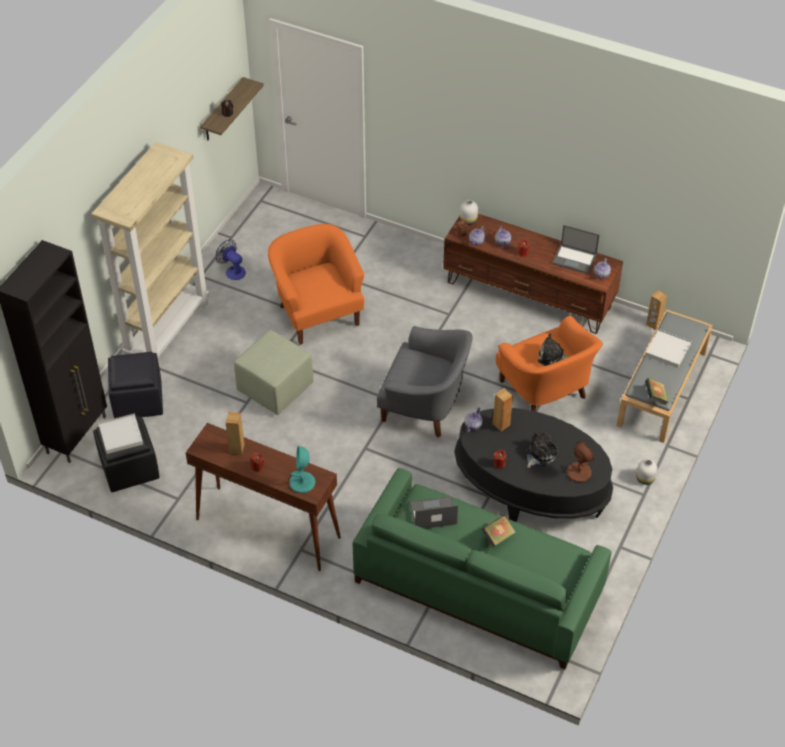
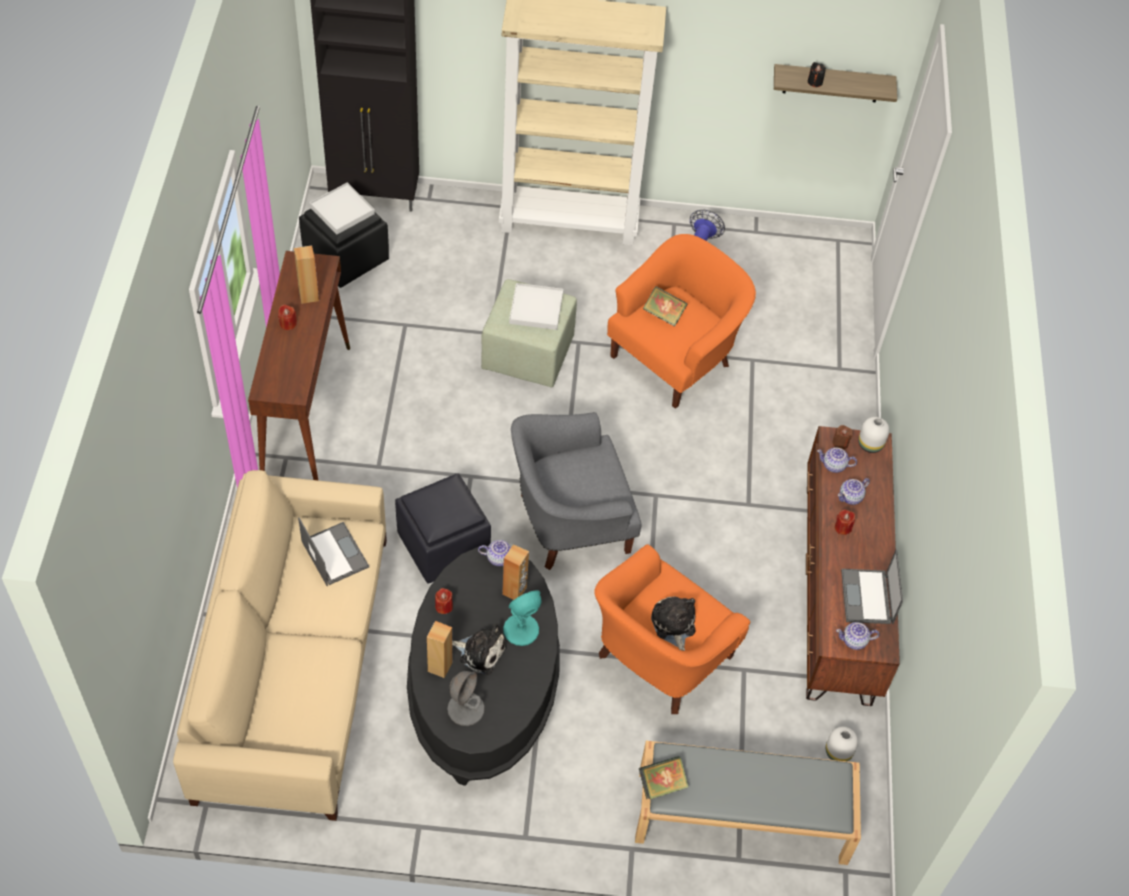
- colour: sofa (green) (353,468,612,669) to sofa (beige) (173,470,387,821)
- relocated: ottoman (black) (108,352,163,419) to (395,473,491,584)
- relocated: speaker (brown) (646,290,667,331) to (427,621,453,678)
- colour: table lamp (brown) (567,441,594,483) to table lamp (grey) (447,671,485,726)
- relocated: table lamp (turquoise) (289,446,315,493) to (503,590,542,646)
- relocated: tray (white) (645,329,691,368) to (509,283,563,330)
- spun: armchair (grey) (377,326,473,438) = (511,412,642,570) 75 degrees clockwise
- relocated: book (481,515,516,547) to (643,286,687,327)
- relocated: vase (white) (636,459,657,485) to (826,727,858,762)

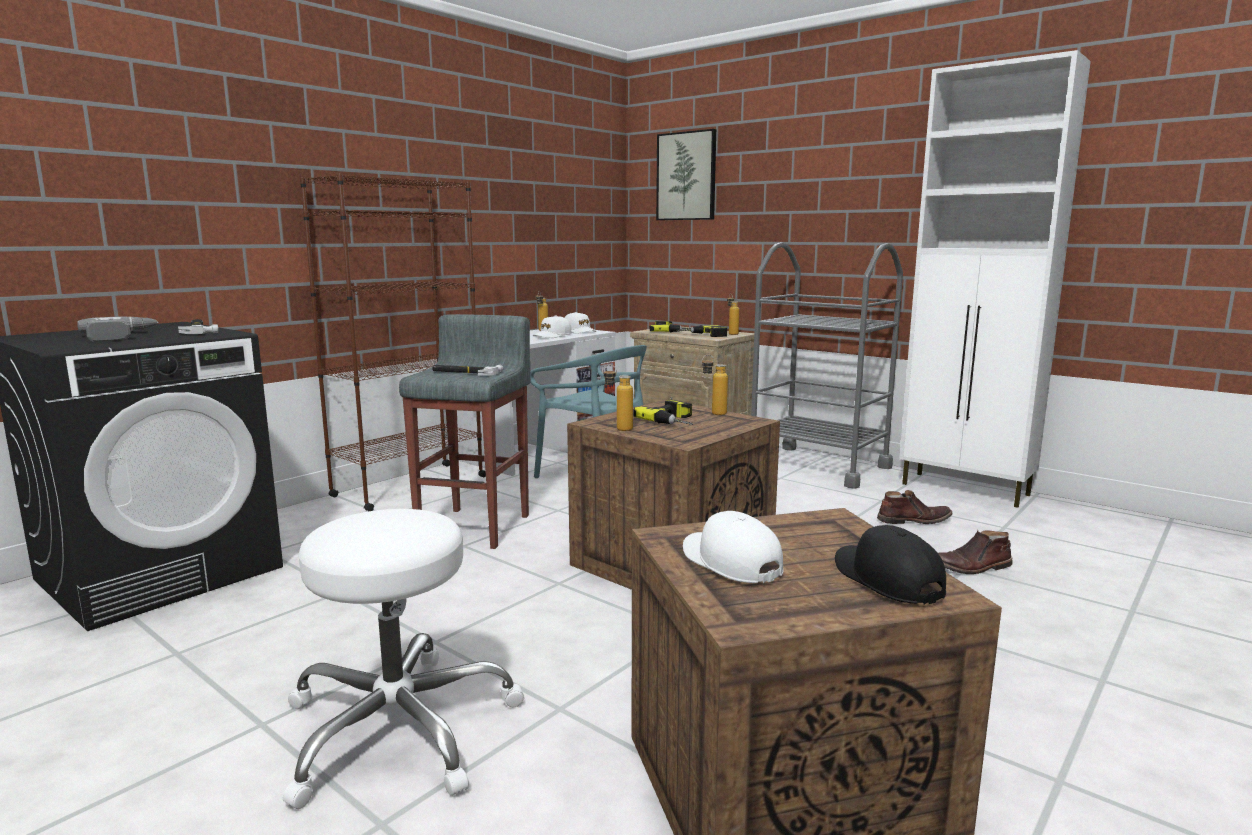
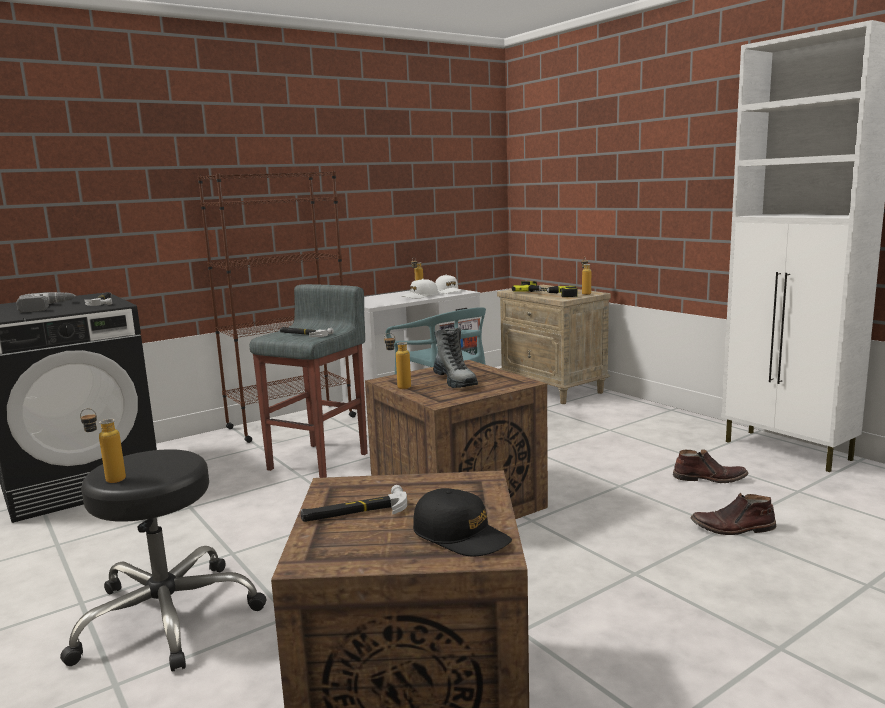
- colour: stool (white) (283,509,524,809) to stool (black) (60,449,267,672)
- relocated: bottle (702,355,728,415) to (80,408,126,483)
- exchanged: cap (white) (683,511,784,584) to hammer (301,485,407,522)
- spun: cap (black) (835,525,946,605) = (413,488,512,557) 135 degrees clockwise
- exchanged: power drill (633,400,693,425) to boot (433,327,478,388)
- missing: picture (656,129,716,220)
- missing: cart (grey) (751,242,903,489)

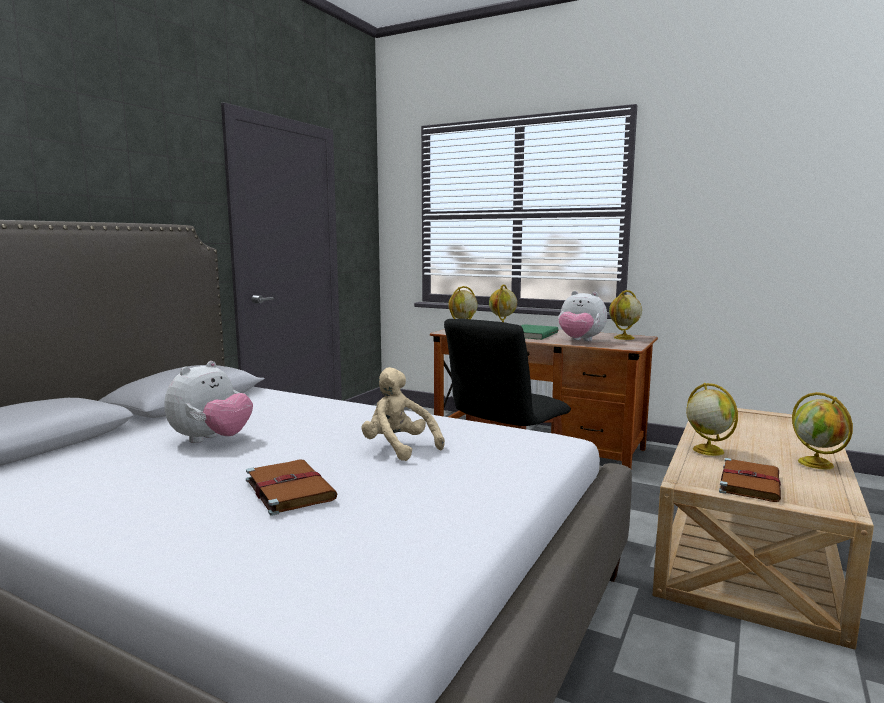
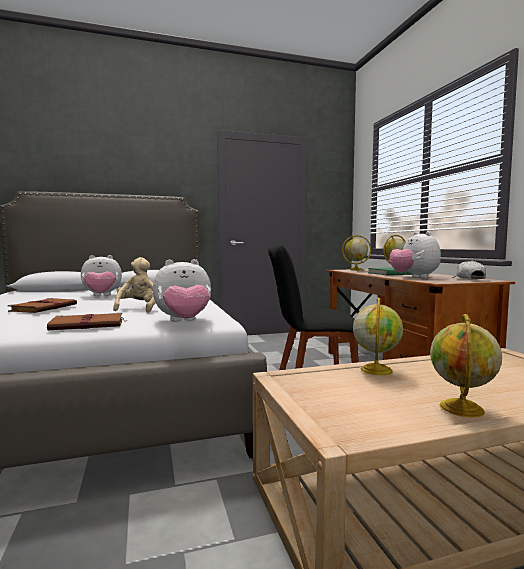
- relocated: book (brown) (719,458,781,502) to (47,312,125,330)
- appeared: plush toy (153,259,211,321)
- exchanged: globe (609,290,642,340) to cap (white) (452,260,486,279)

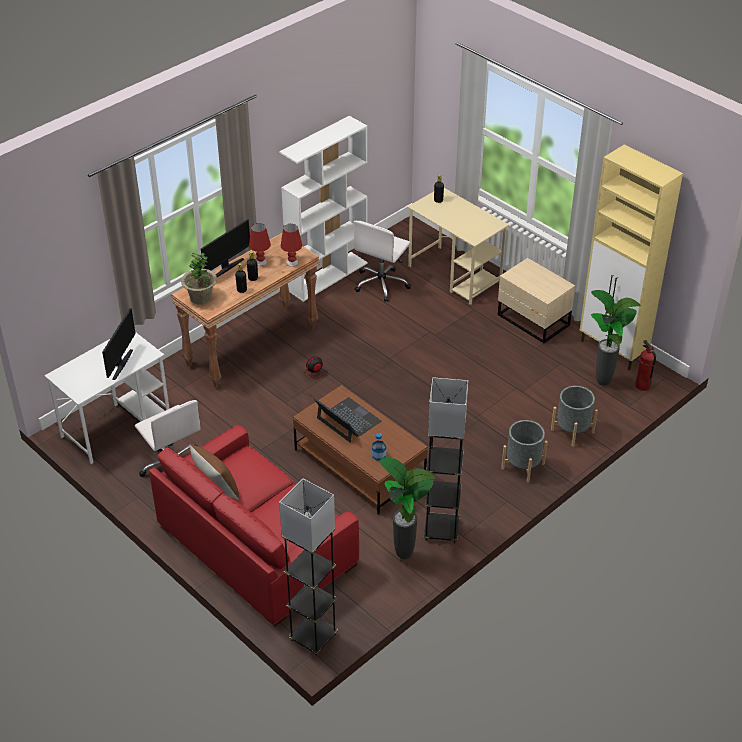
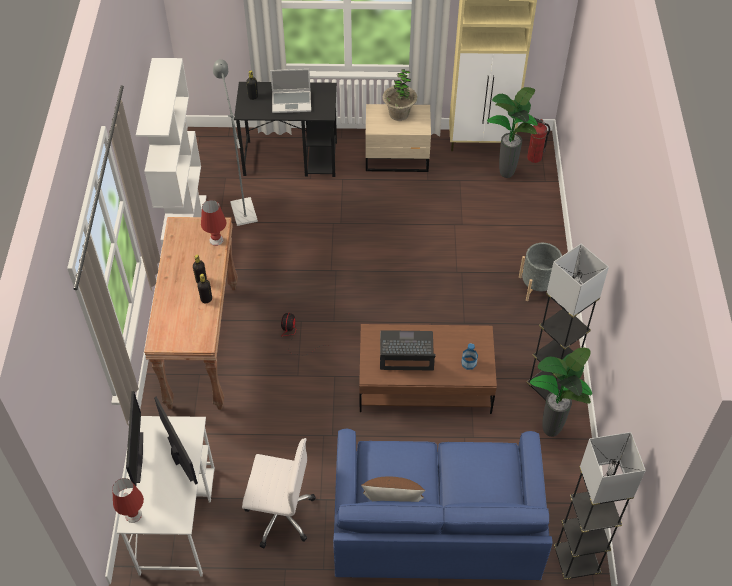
- relocated: table lamp (red) (249,223,271,266) to (112,478,144,523)
- relocated: monitor (201,219,250,277) to (126,391,143,486)
- exchanged: office chair (white) (354,221,411,302) to floor lamp (grey) (213,59,258,226)
- colour: desk (beige) (407,188,509,305) to desk (black) (234,82,337,177)
- appeared: laptop (270,69,311,113)
- colour: sofa (red) (149,425,359,627) to sofa (blue) (333,429,553,580)
- relocated: potted plant (181,253,217,305) to (383,69,417,121)
- missing: planter (grey) (551,386,598,447)

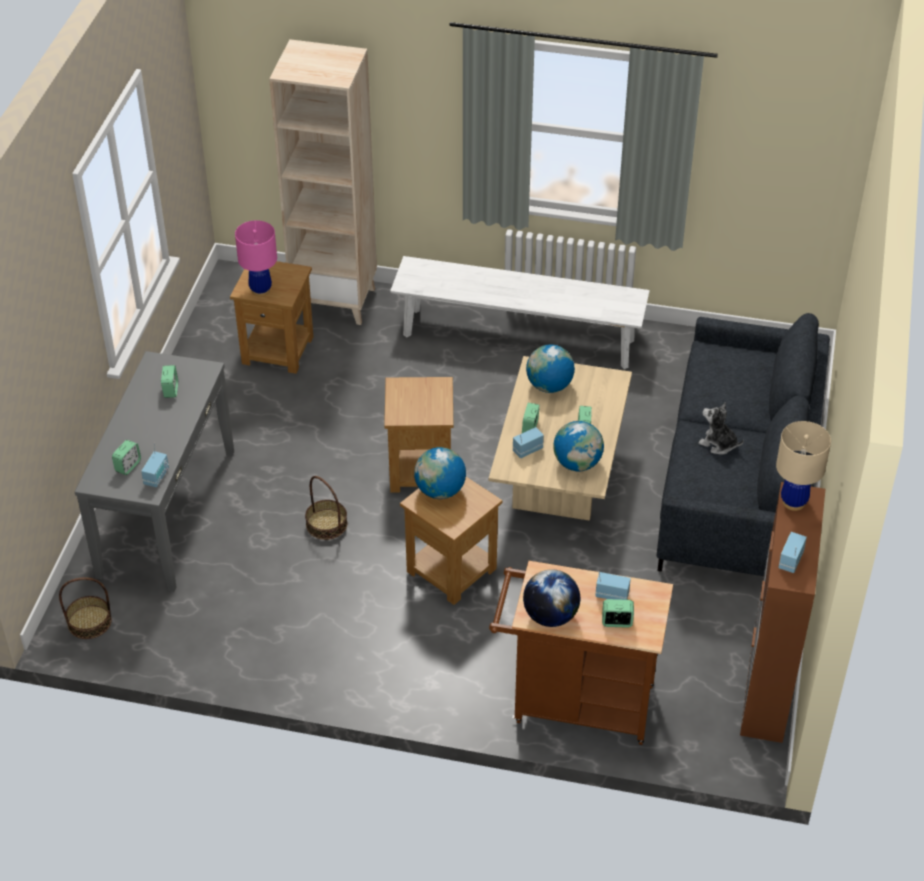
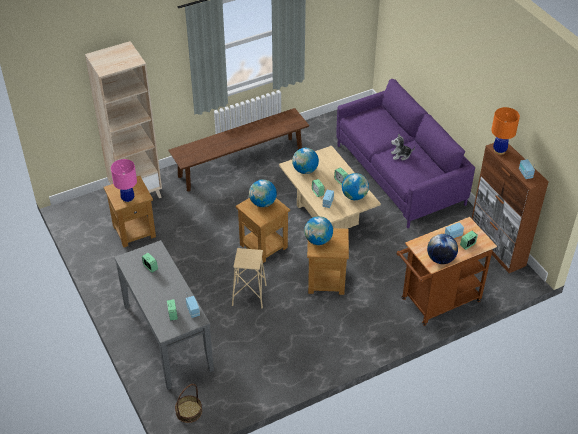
- colour: bench (white) (390,256,650,369) to bench (brown) (168,108,309,192)
- exchanged: basket (305,476,347,540) to stool (beige) (232,248,267,309)
- appeared: globe (249,180,277,207)
- colour: sofa (grey) (657,313,830,576) to sofa (purple) (336,79,475,228)
- colour: table lamp (beige) (776,421,831,511) to table lamp (orange) (491,107,520,155)

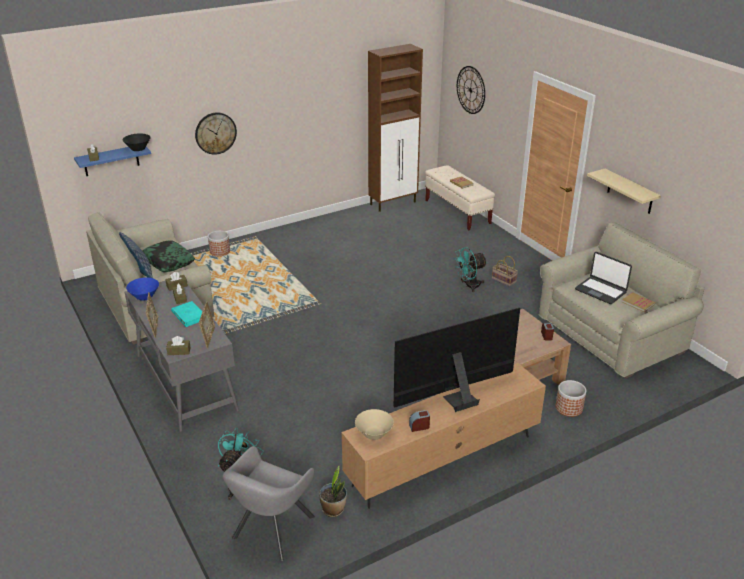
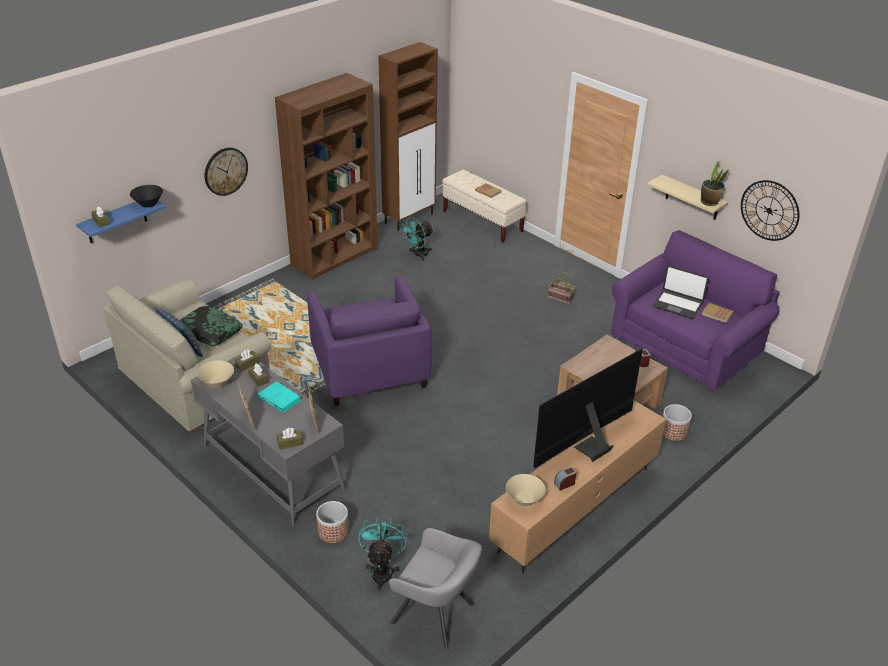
- colour: bowl (blue) (126,278,159,301) to bowl (beige) (197,360,234,388)
- appeared: bookcase (brown) (275,73,378,279)
- appeared: armchair (purple) (307,276,432,406)
- relocated: planter (208,231,230,256) to (316,501,349,543)
- spun: armchair (grey) (223,446,315,561) = (389,528,482,650) 75 degrees counterclockwise
- relocated: fan (turquoise) (454,247,487,292) to (400,217,434,261)
- colour: sofa (beige) (539,223,705,379) to sofa (purple) (611,230,780,391)
- relocated: potted plant (319,466,347,517) to (700,161,729,206)
- relocated: wall clock (457,66,485,114) to (741,180,800,241)

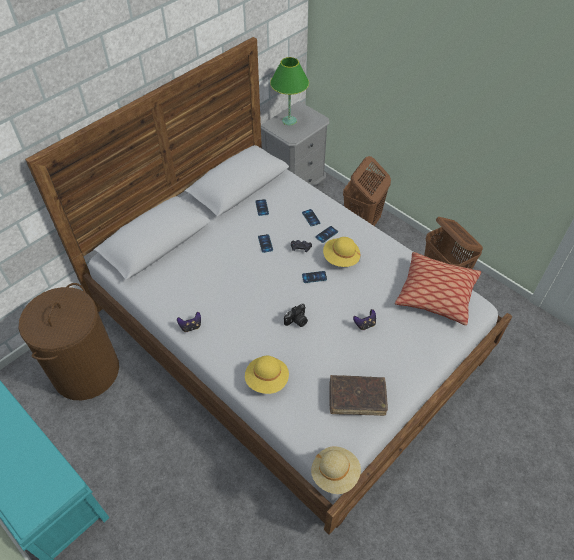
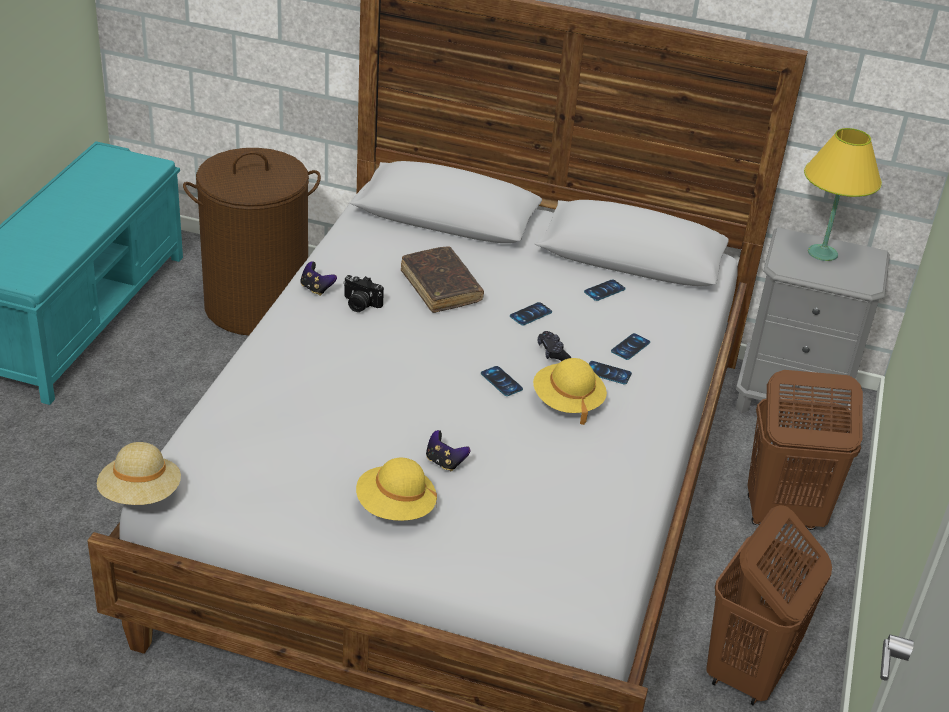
- relocated: photo camera (284,304,308,327) to (343,275,384,312)
- relocated: hat (yellow) (245,356,289,394) to (356,458,437,521)
- relocated: book (brown) (329,375,388,416) to (401,246,484,313)
- colour: table lamp (green) (270,57,309,125) to table lamp (yellow) (804,128,882,261)
- missing: pillow (395,252,481,325)

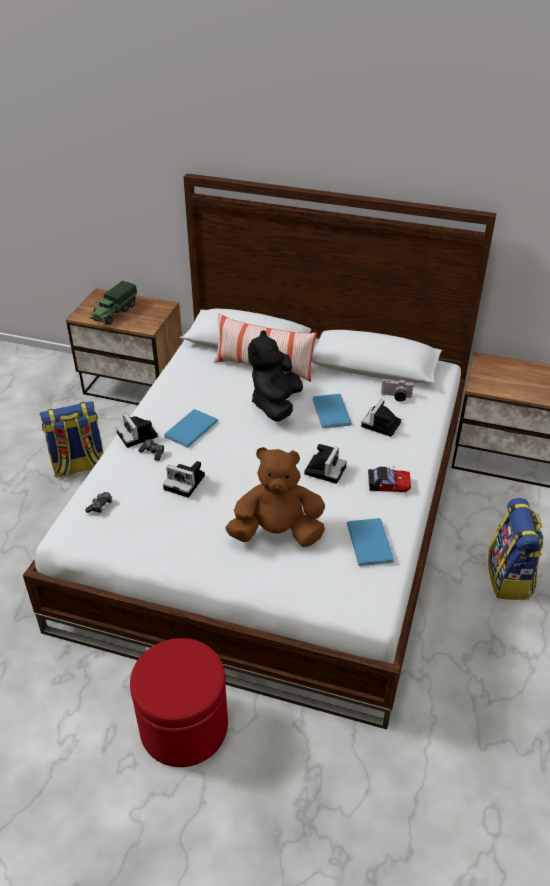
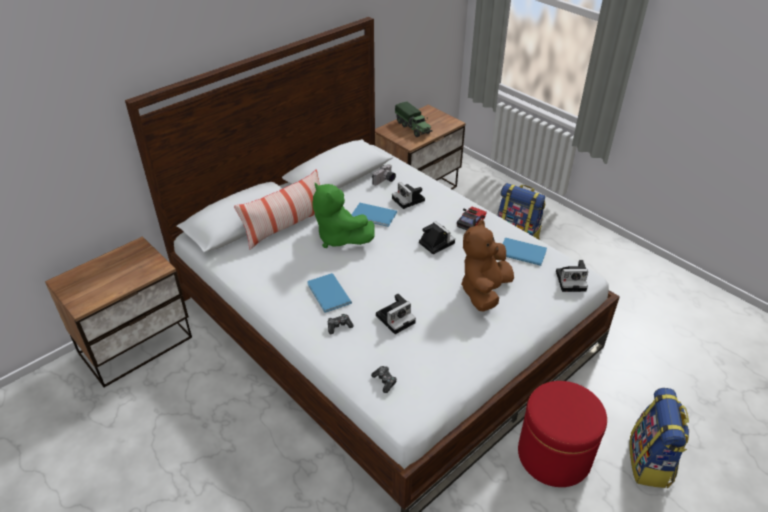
- colour: plush toy (black) (248,330,303,421) to plush toy (green) (312,183,374,248)
- relocated: toy truck (90,281,137,325) to (395,102,432,137)
- relocated: photo camera (116,413,158,448) to (556,260,588,292)
- relocated: backpack (39,401,103,478) to (629,388,689,488)

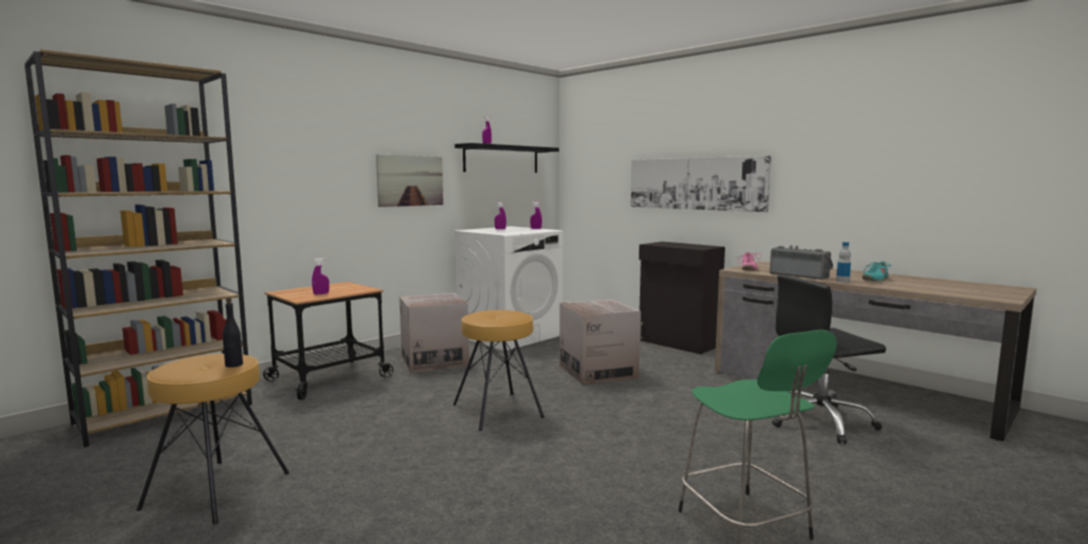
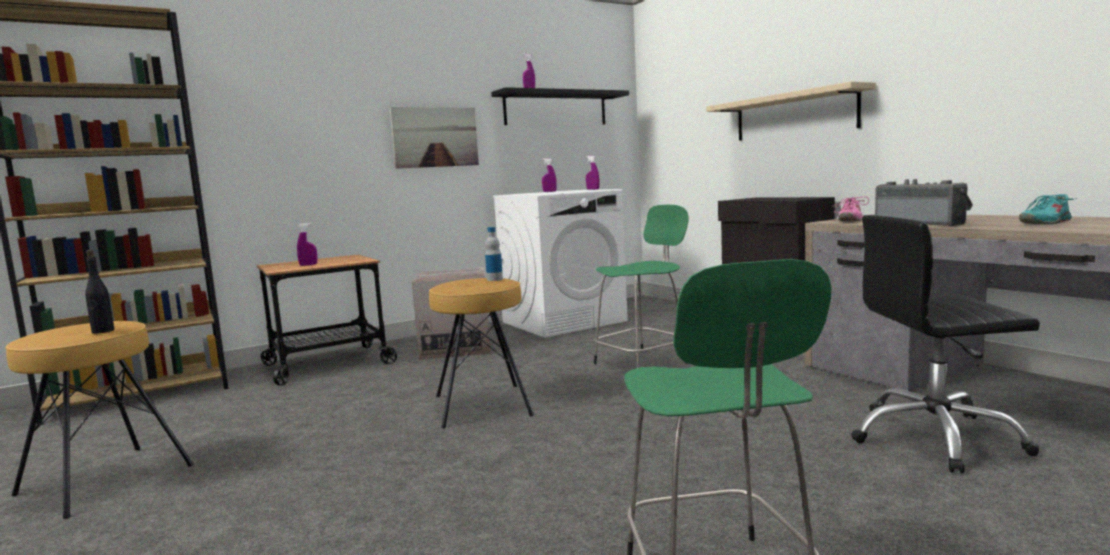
- relocated: bottle (836,242,851,283) to (485,227,503,281)
- exchanged: cardboard box (559,299,641,385) to stool (green) (594,205,689,368)
- exchanged: picture (631,156,771,212) to shelf (beige) (706,81,876,141)

